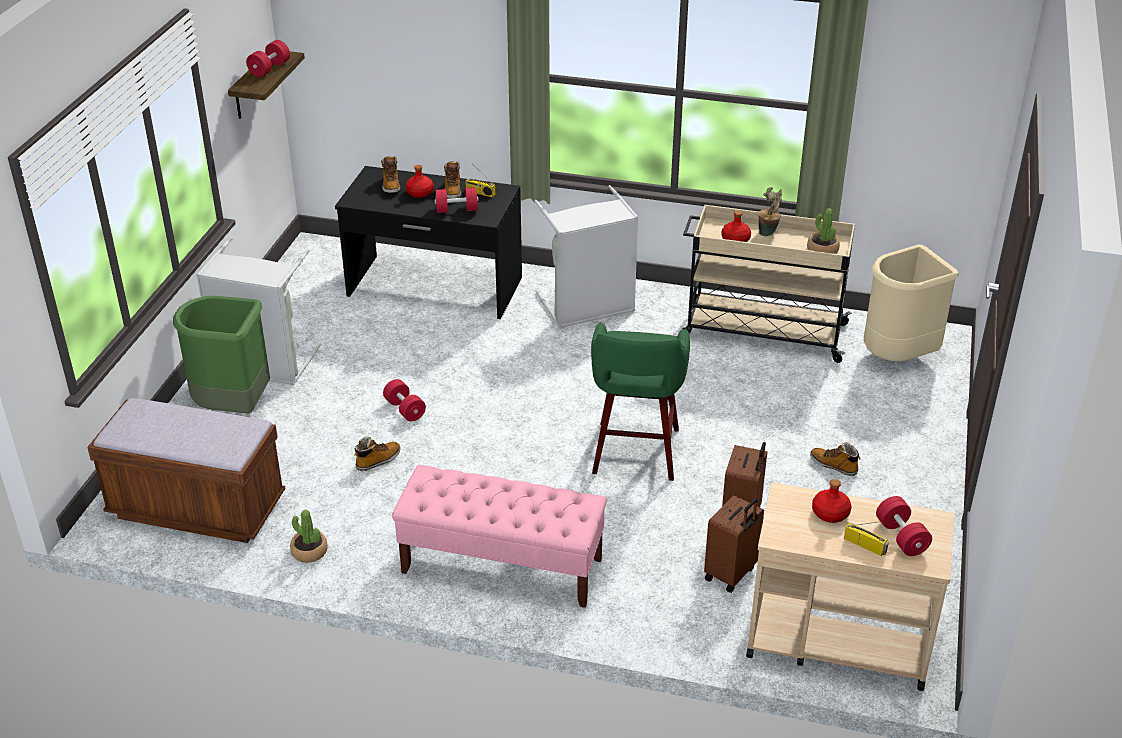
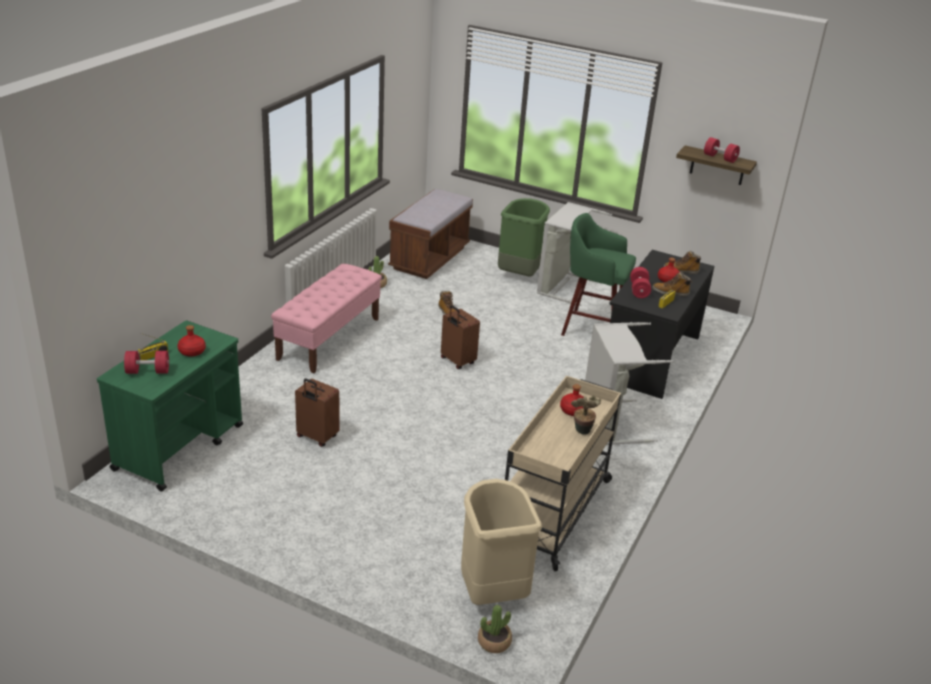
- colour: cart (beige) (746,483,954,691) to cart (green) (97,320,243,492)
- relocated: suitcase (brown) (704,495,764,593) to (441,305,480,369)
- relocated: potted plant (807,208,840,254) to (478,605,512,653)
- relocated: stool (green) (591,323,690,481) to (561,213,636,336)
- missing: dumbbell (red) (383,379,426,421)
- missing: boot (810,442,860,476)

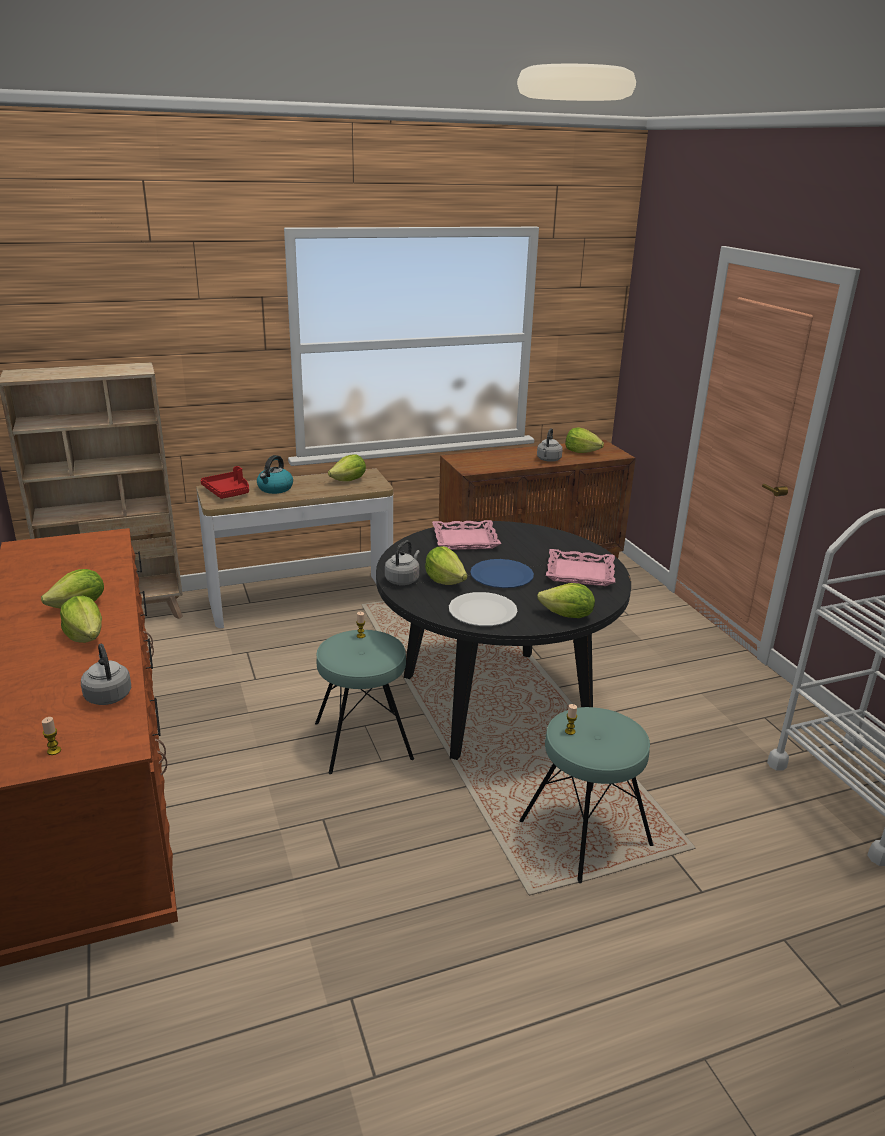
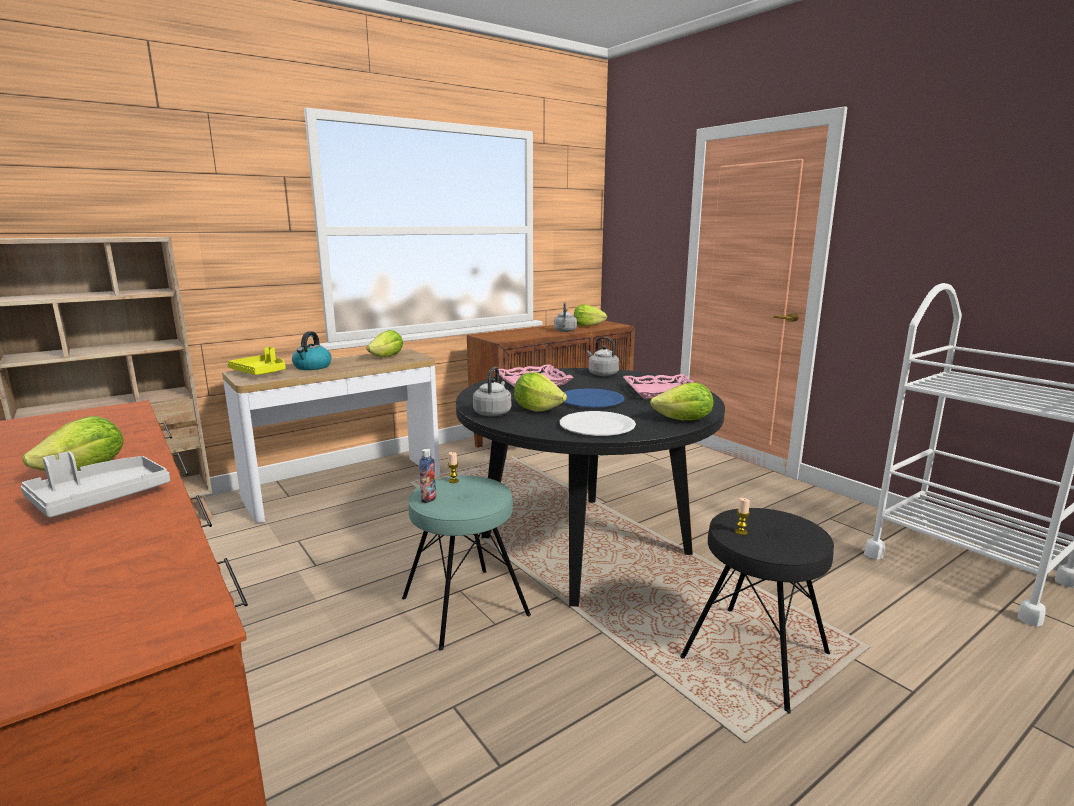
- exchanged: lettuce (60,595,102,643) to tray (grey) (21,451,170,518)
- colour: tray (red) (201,466,249,499) to tray (yellow) (228,347,286,375)
- appeared: bottle (419,449,436,503)
- relocated: kettle (grey) (81,644,131,705) to (587,337,619,376)
- colour: stool (turquoise) (519,707,654,883) to stool (black) (680,508,834,714)
- missing: candle (42,717,61,755)

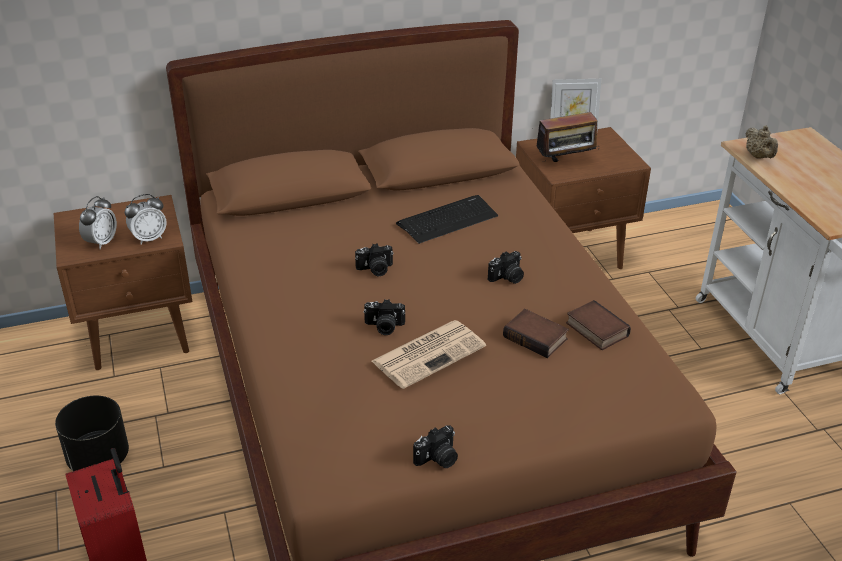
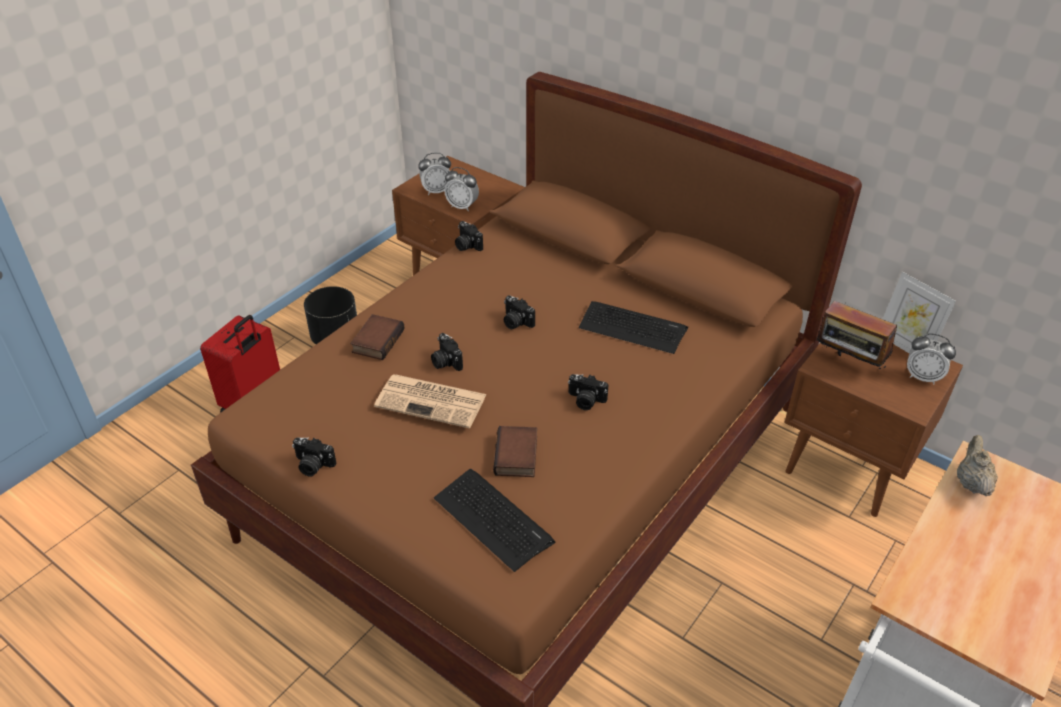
- relocated: book (566,300,631,350) to (350,314,404,360)
- appeared: keyboard (434,469,555,572)
- appeared: photo camera (455,221,483,251)
- appeared: alarm clock (907,334,956,384)
- spun: teapot (beige) (746,125,778,158) = (957,435,998,496) 150 degrees clockwise

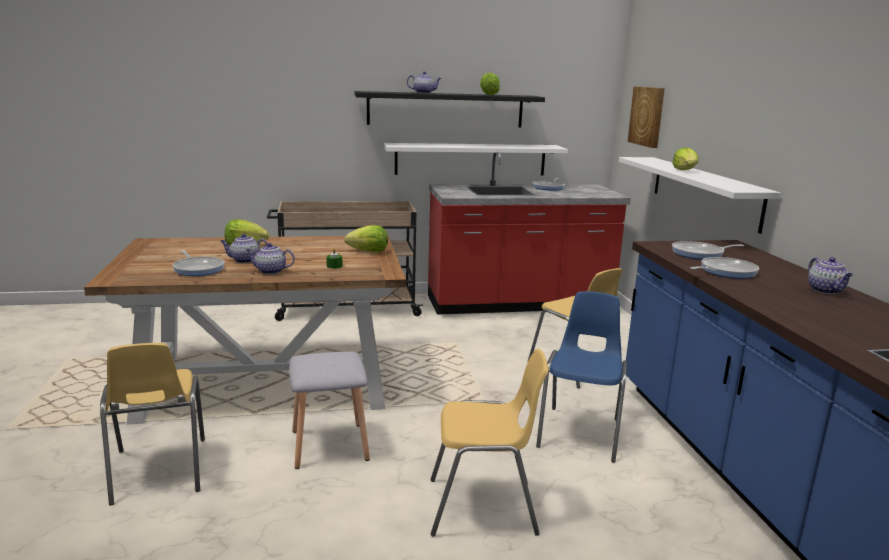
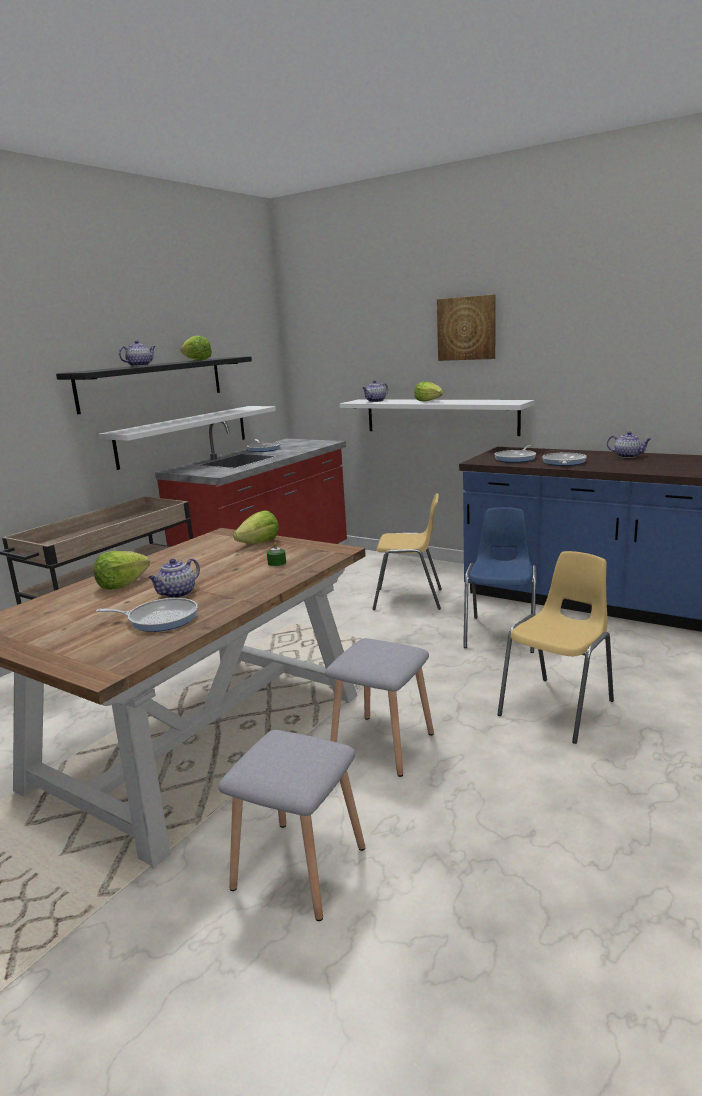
- exchanged: chair (yellow) (100,343,205,505) to stool (grey) (218,730,365,921)
- relocated: teapot (246,243,295,274) to (362,380,388,402)
- relocated: picture (628,86,665,148) to (437,294,495,361)
- spun: chair (blue) (536,291,627,463) = (463,507,537,653) 45 degrees clockwise

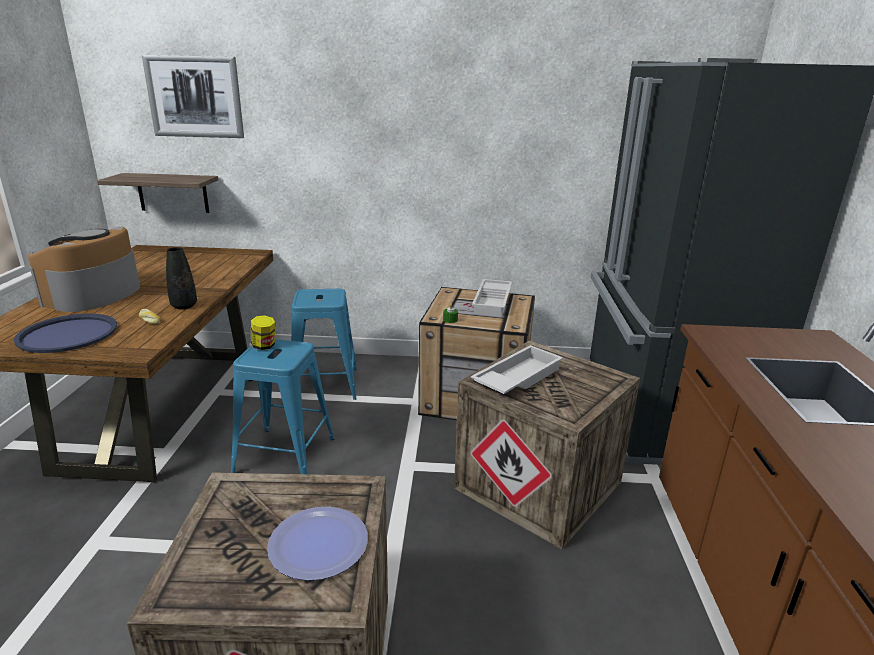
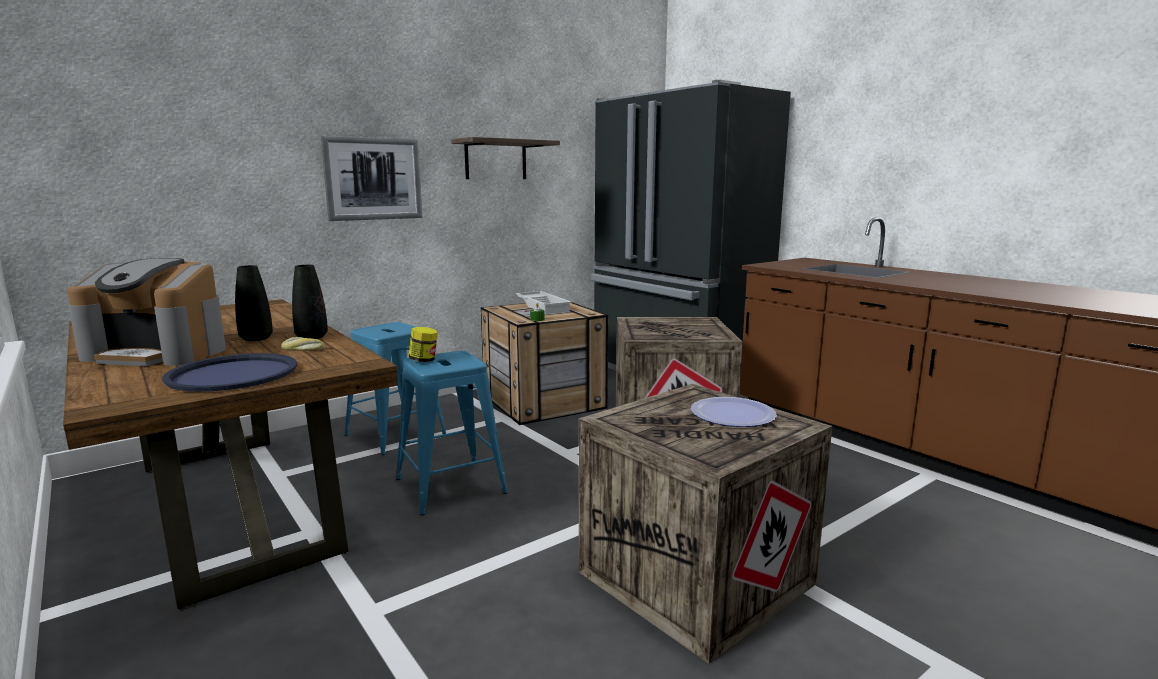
- spun: coffee machine (28,226,140,312) = (67,258,226,366) 60 degrees counterclockwise
- appeared: vase (black) (235,265,273,341)
- relocated: picture (142,55,244,138) to (321,136,423,221)
- relocated: shelf (97,173,218,213) to (451,137,560,179)
- missing: tray (white) (471,345,563,394)

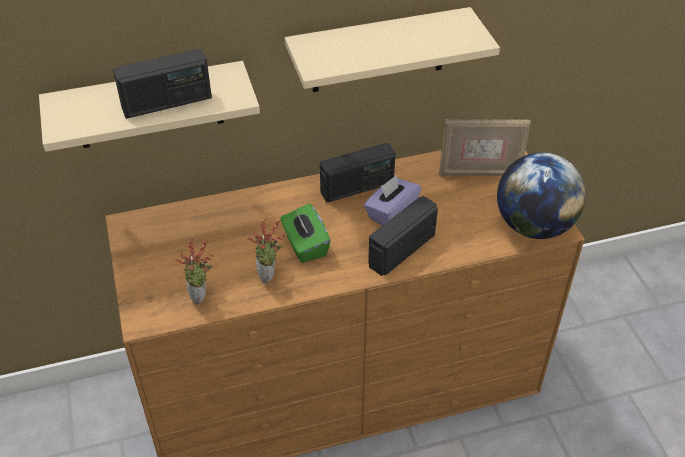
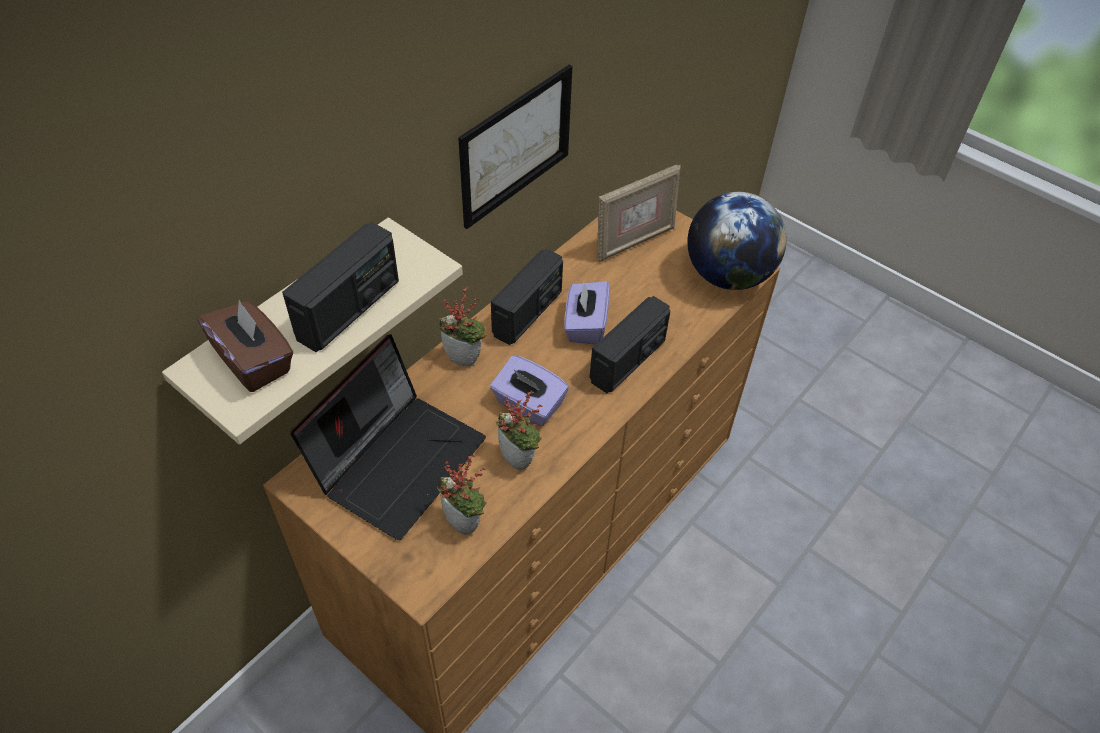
- appeared: tissue box (brown) (198,300,294,392)
- appeared: laptop (290,334,486,540)
- appeared: potted plant (439,286,487,367)
- exchanged: shelf (beige) (285,7,500,92) to picture (458,65,573,229)
- colour: tissue box (green) (280,204,331,263) to tissue box (purple) (490,355,569,426)
- spun: radio (368,196,438,276) = (589,296,670,393) 150 degrees counterclockwise

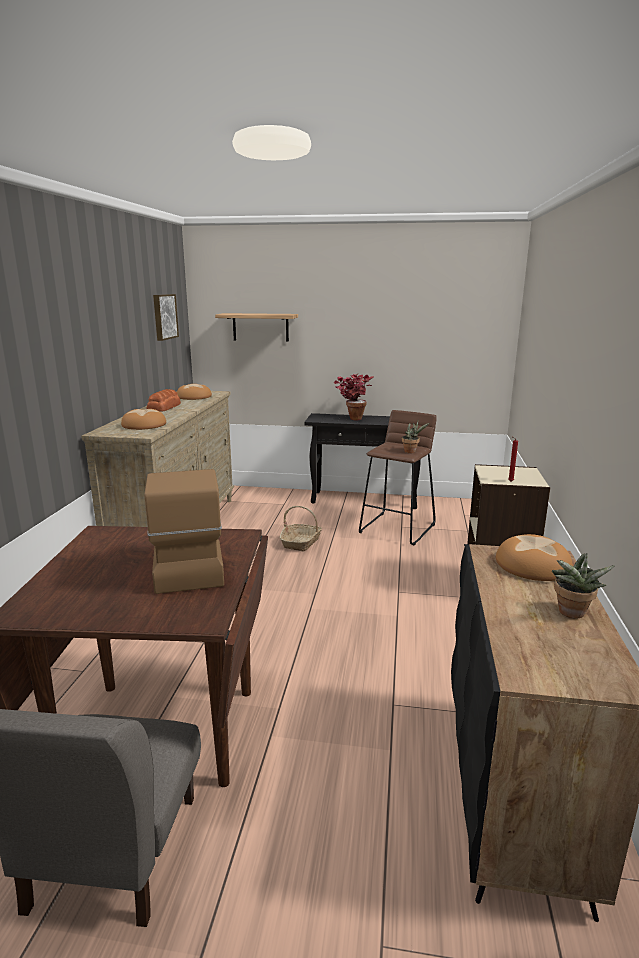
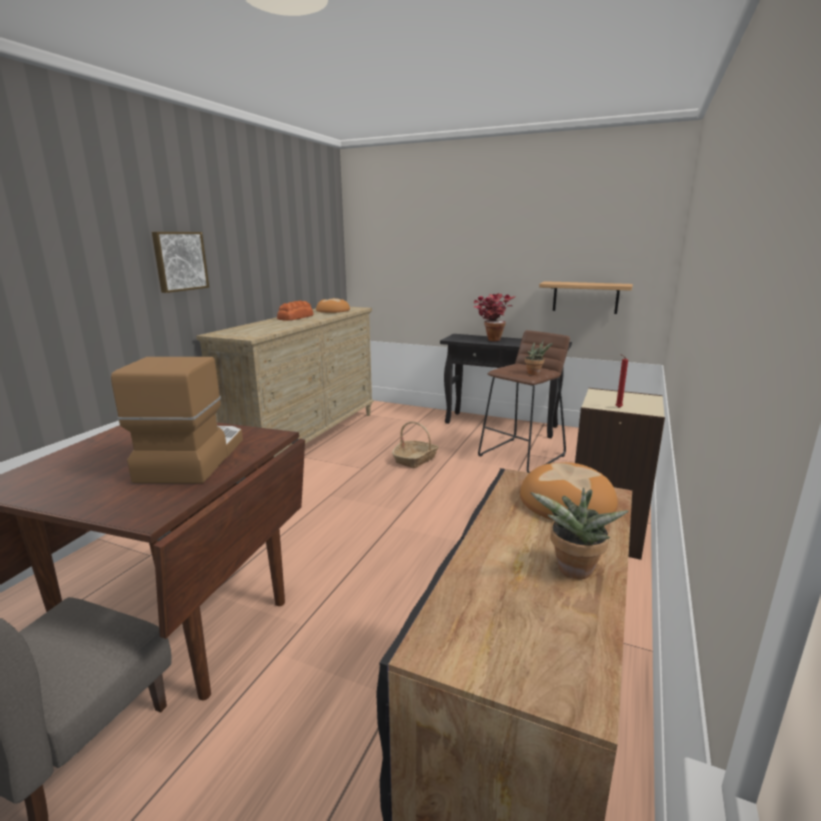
- relocated: picture (153,294,179,341) to (152,232,209,293)
- relocated: shelf (215,313,298,342) to (539,281,633,314)
- missing: bread (121,409,166,430)

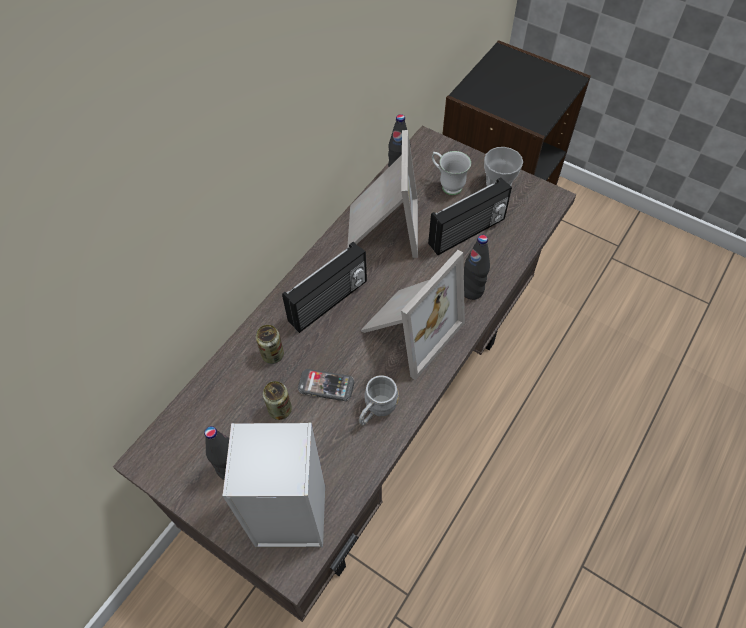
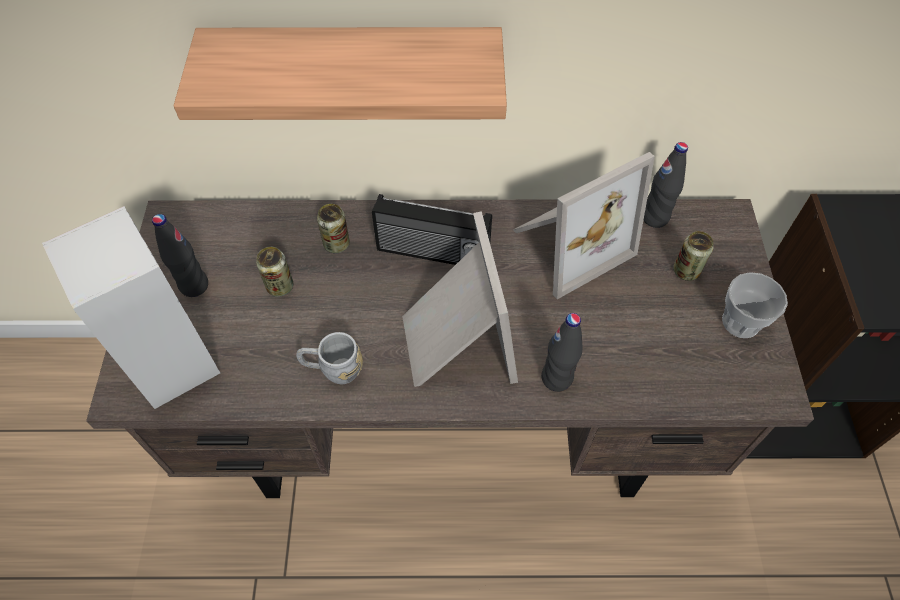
- appeared: shelf (174,27,507,120)
- spun: picture frame (360,250,465,380) = (402,211,518,387) 105 degrees counterclockwise
- exchanged: mug (white) (432,151,471,195) to can (673,231,714,281)
- missing: phone (298,369,355,401)
- missing: radio (428,177,512,255)

